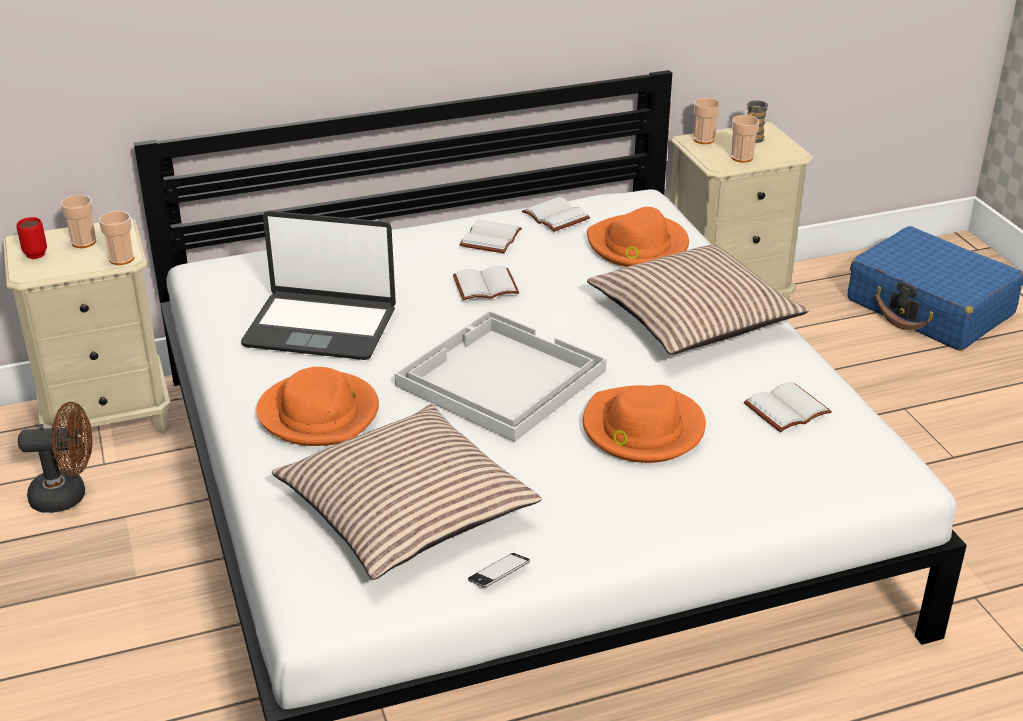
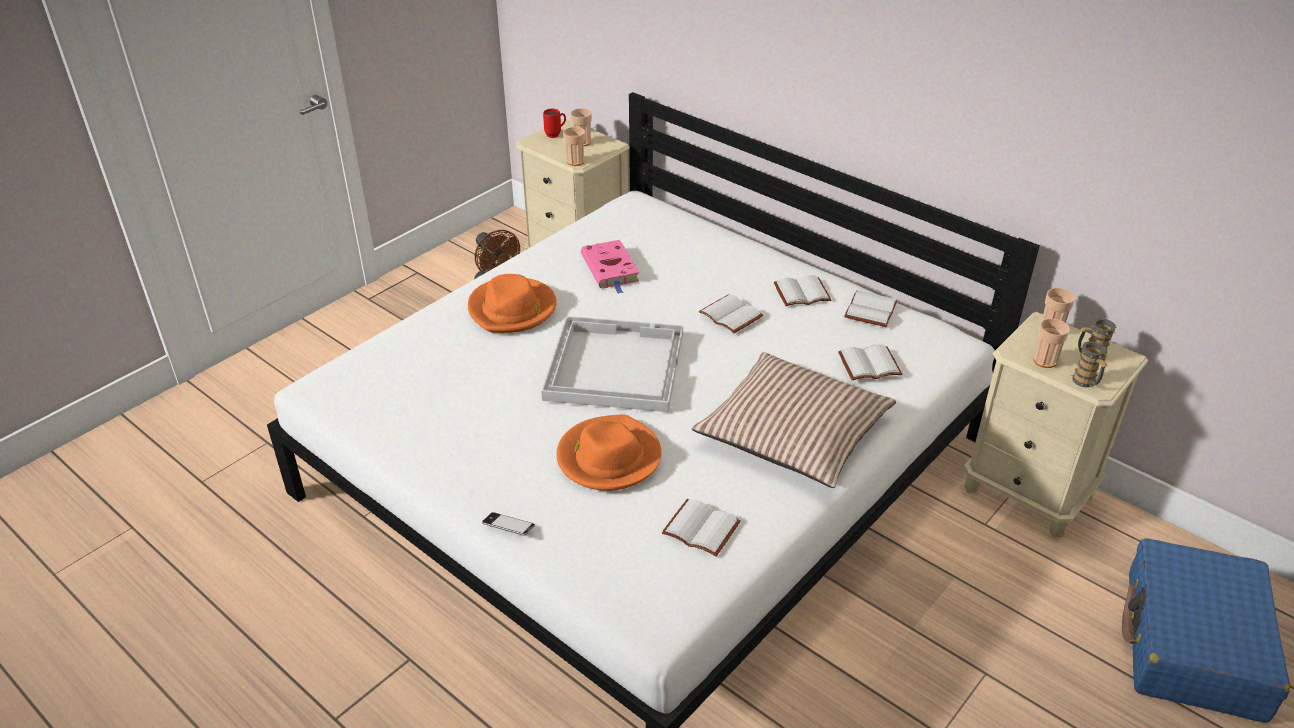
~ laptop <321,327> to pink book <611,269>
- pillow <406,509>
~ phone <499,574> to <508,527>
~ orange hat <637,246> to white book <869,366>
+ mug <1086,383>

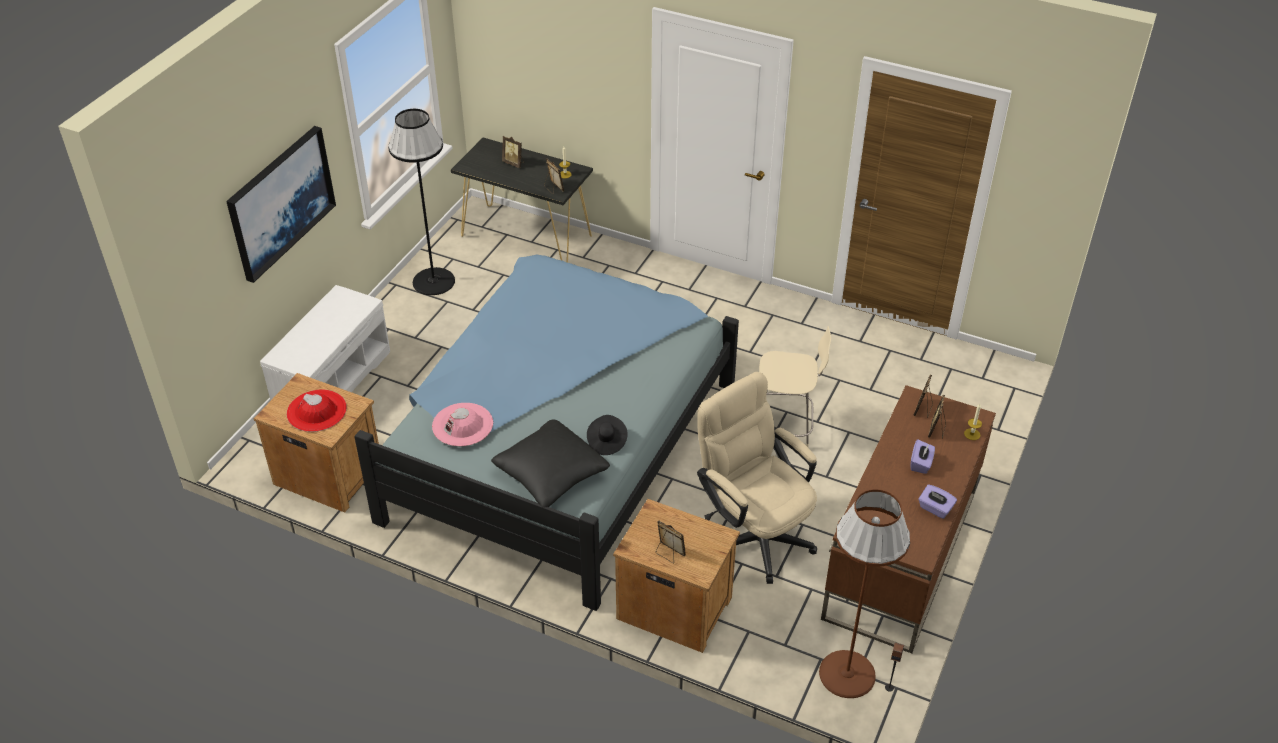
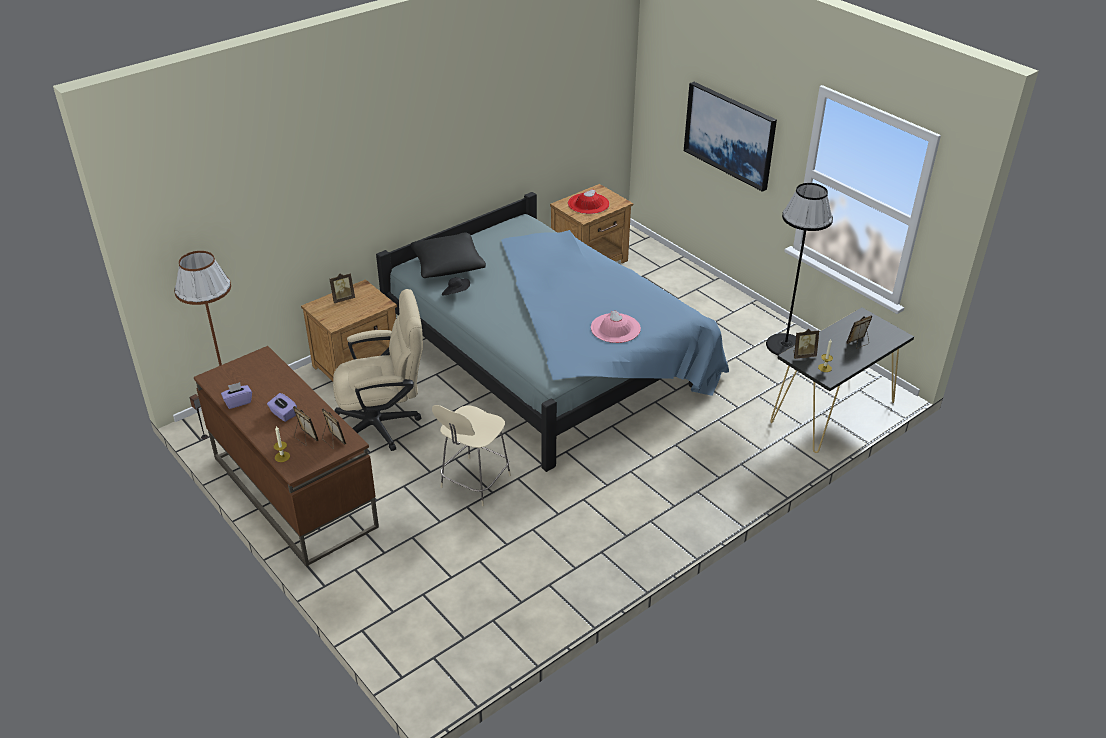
- white bench <332,380>
~ pink hat <462,425> to <615,328>

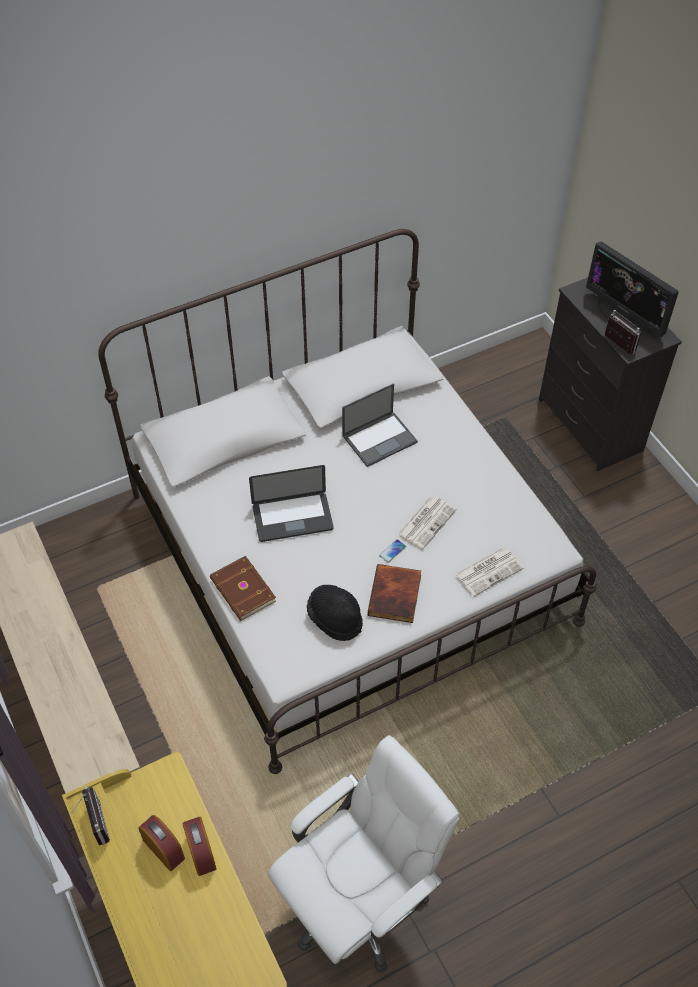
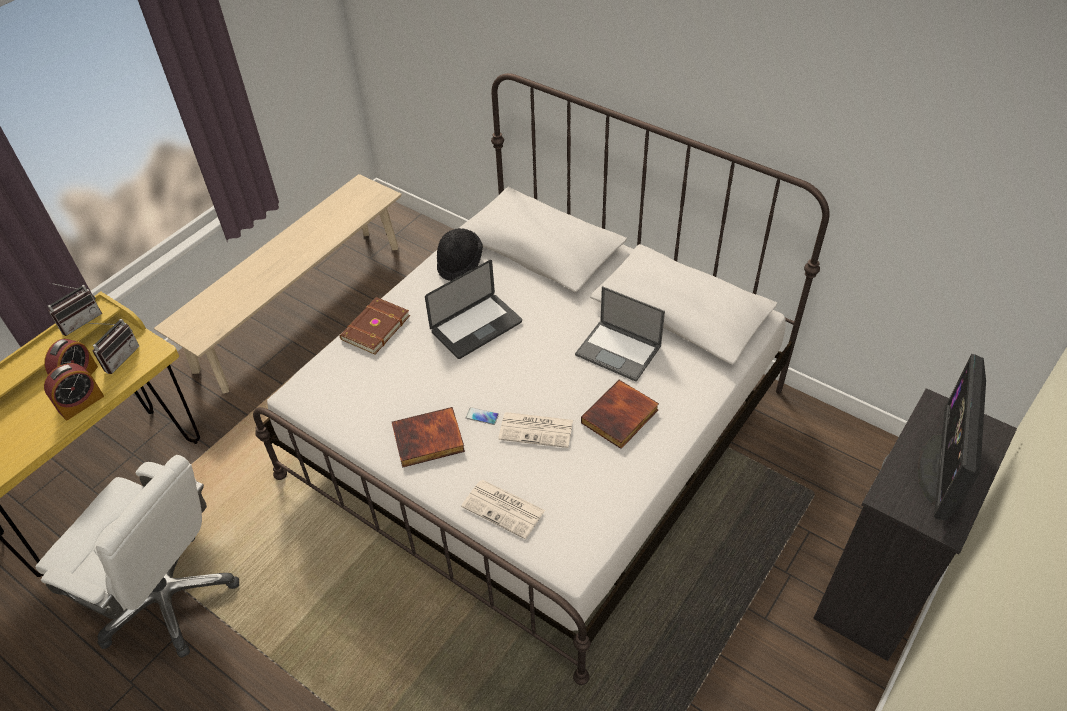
~ laptop <292,518> = <476,327> 90 degrees counterclockwise
~ black hat <335,618> to <459,263>
~ radio <616,345> to <119,357>
+ book <620,417>

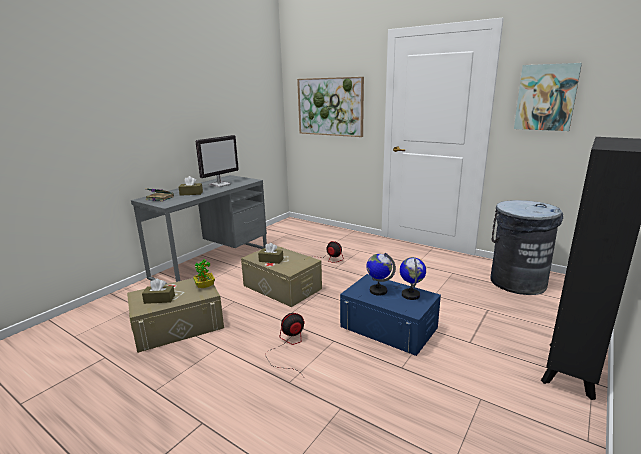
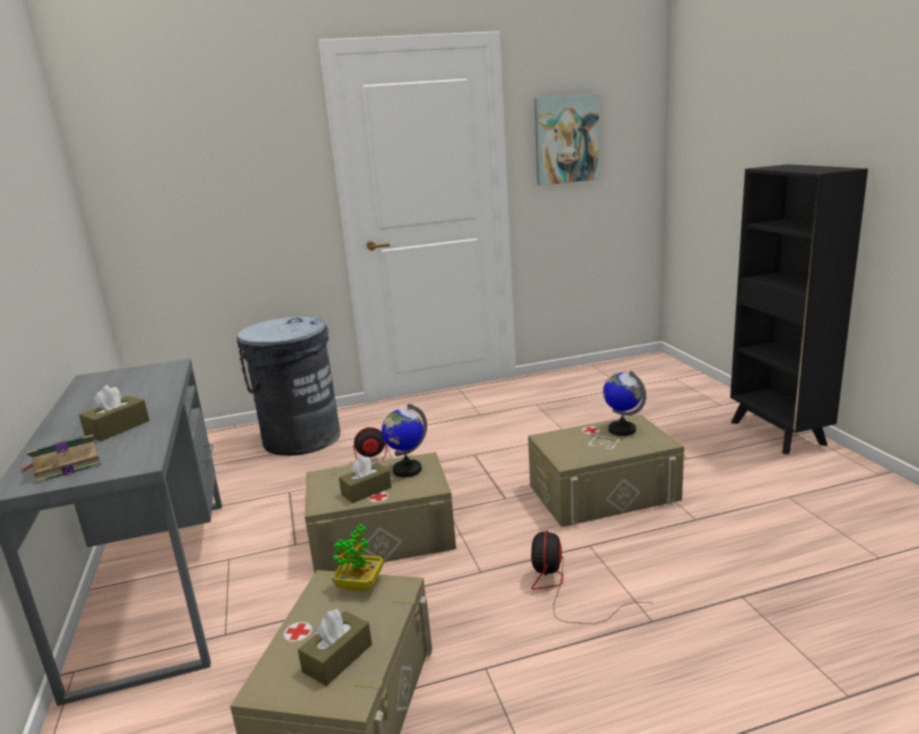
- monitor <219,185>
- picture <330,107>
~ blue storage box <388,327> to beige storage box <603,492>
~ globe <378,291> to <406,470>
~ grey trash can <517,282> to <301,438>

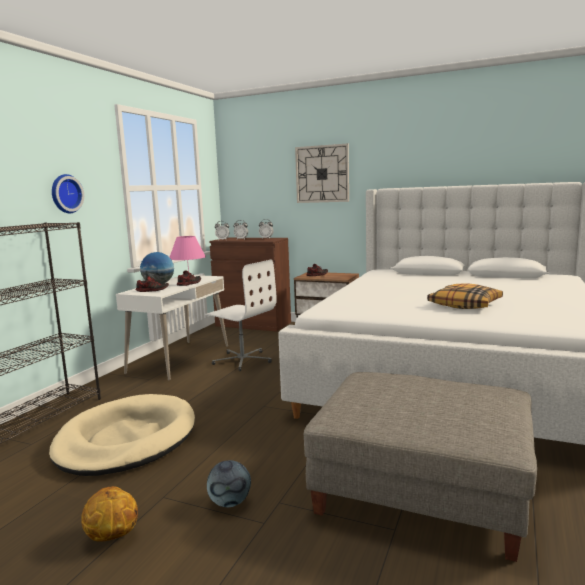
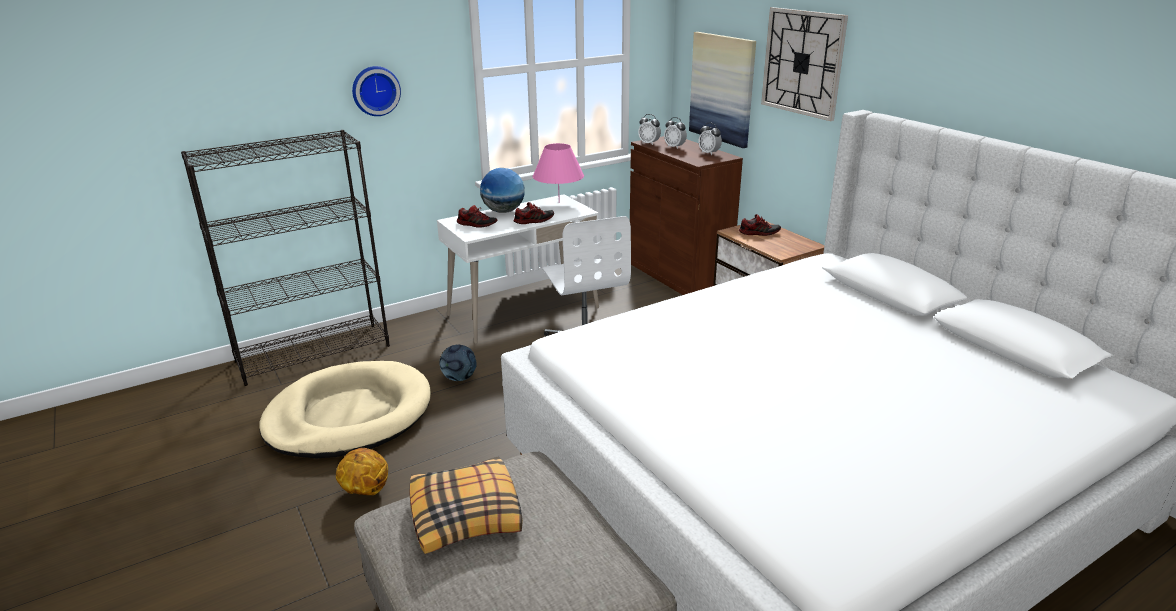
~ basketball <112,536> to <365,491>
~ football <229,502> to <459,378>
~ pillow <465,305> to <467,515>
+ picture <722,88>

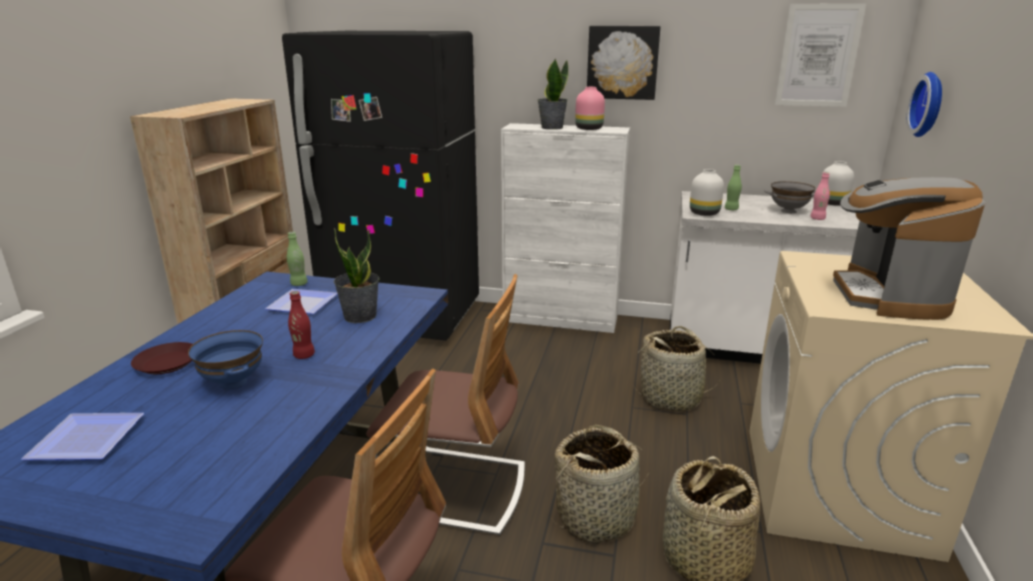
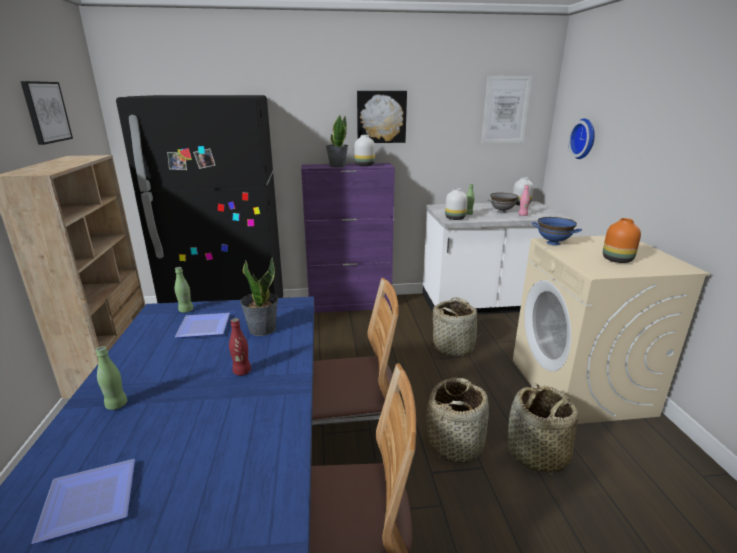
~ brown plate <168,363> to green bottle <116,405>
~ blue bowl <234,382> to <553,243>
~ white cabinet <561,320> to purple cabinet <350,305>
~ pink vase <588,129> to white vase <364,165>
~ coffee machine <888,296> to orange vase <618,260>
+ picture <46,112>

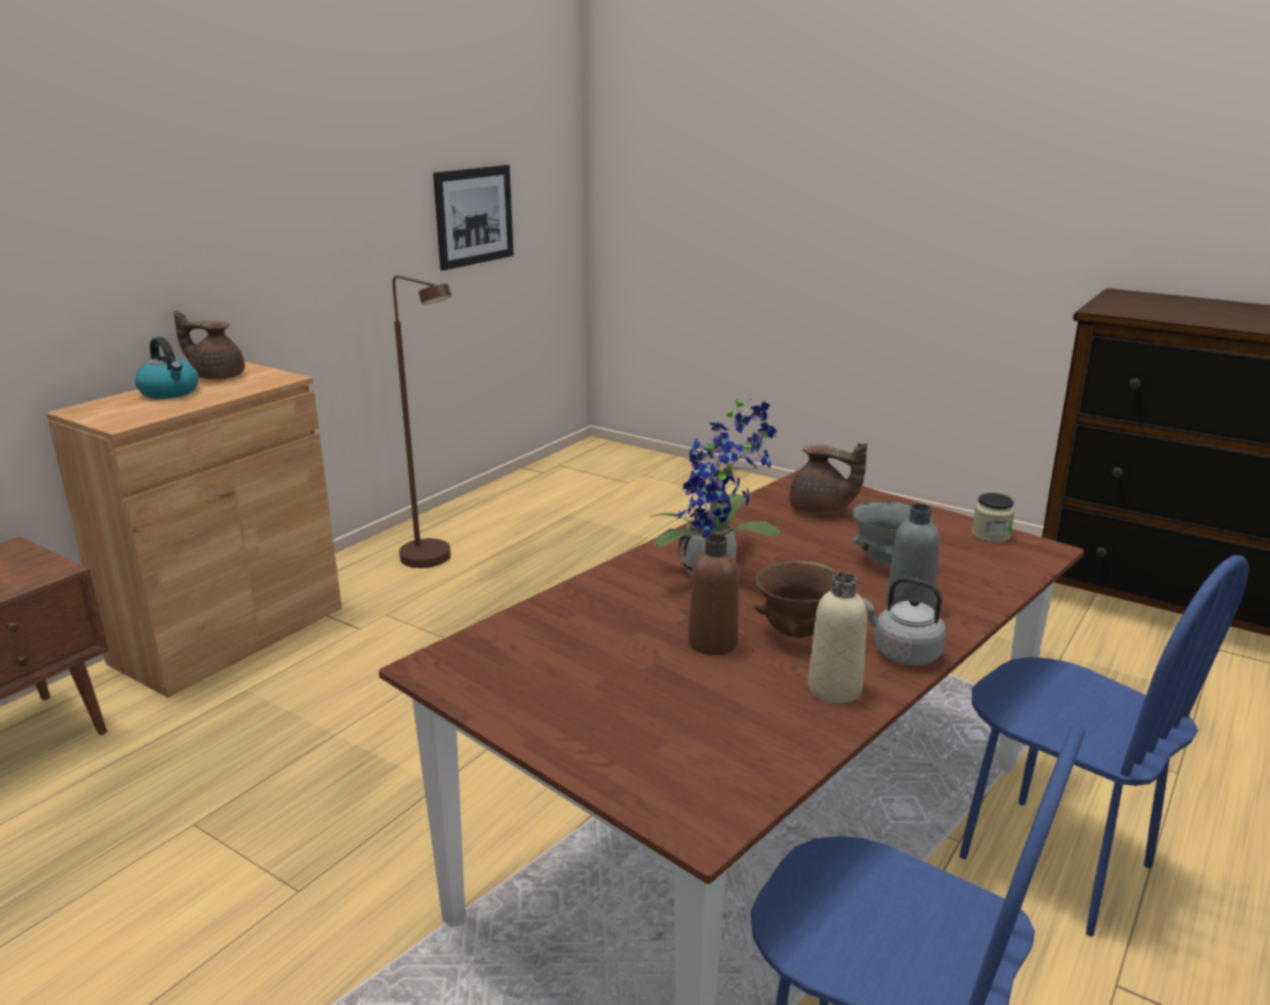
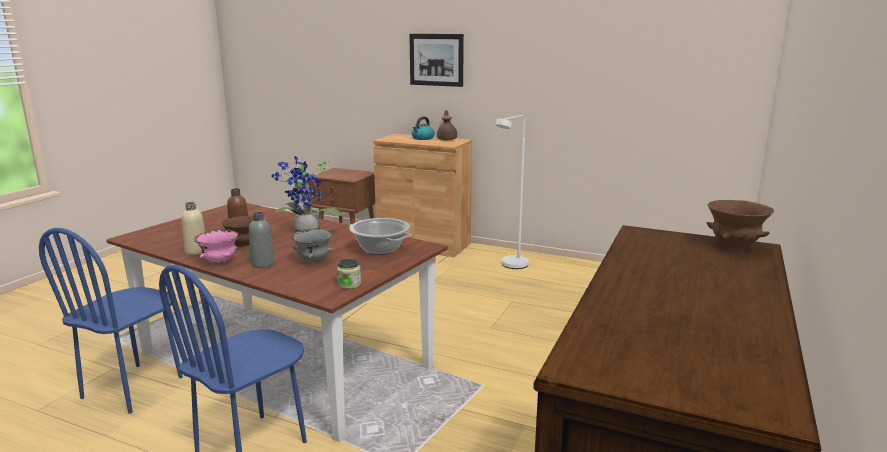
~ brown floor lamp <433,561> to white floor lamp <511,266>
~ picture <474,216> to <436,60>
~ brown teapot <821,511> to cooking pot <380,249>
~ grey kettle <903,653> to pink bowl <219,262>
+ brown bowl <735,246>

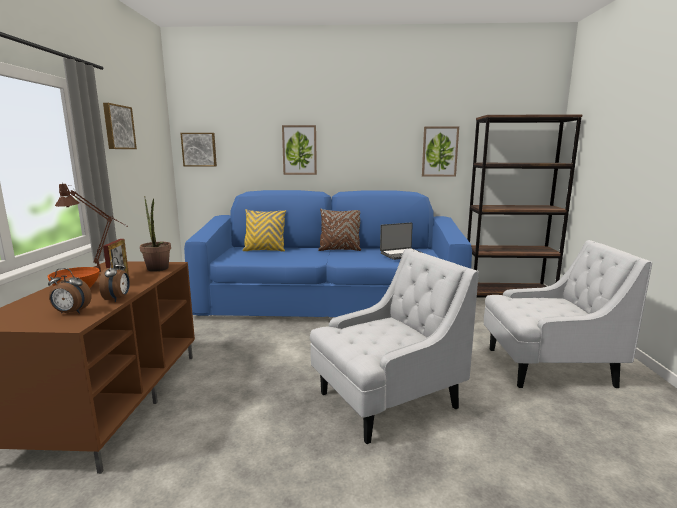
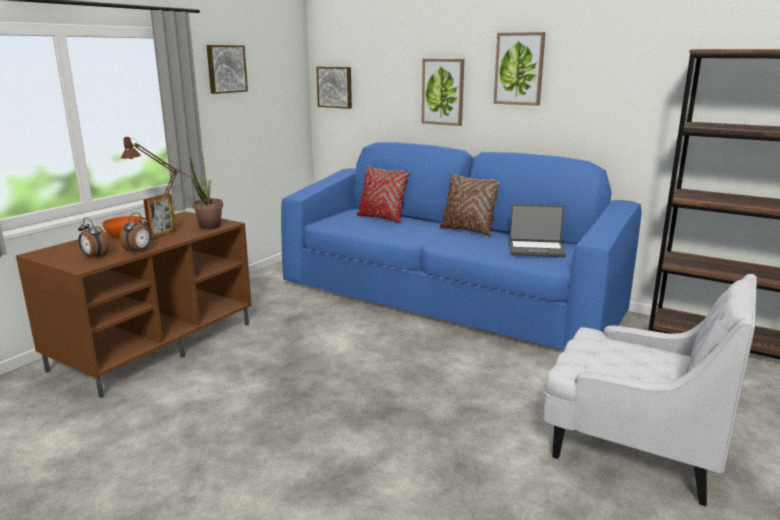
~ yellow pillow <265,250> to red pillow <381,218>
- white armchair <386,401>
~ picture <439,151> to <519,69>

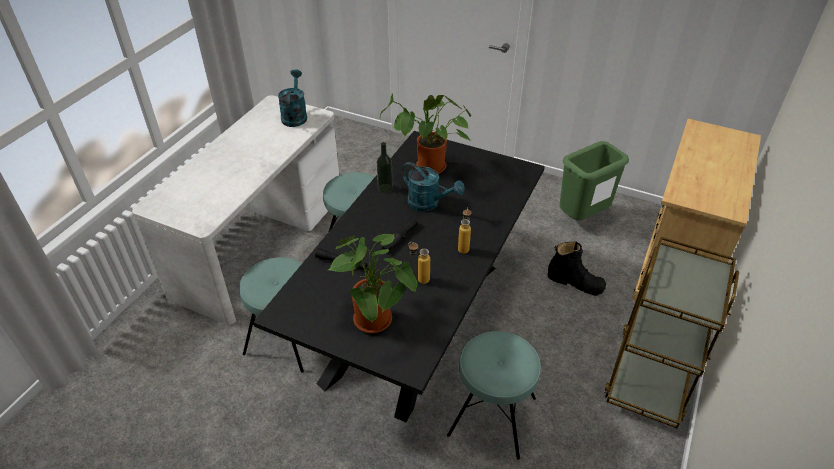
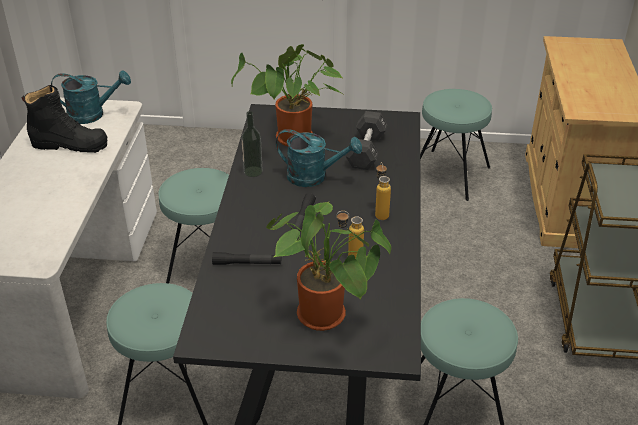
~ turquoise watering can <295,116> = <93,114> 105 degrees clockwise
~ black boot <575,282> to <70,144>
~ green trash can <582,218> to turquoise stool <448,174>
+ black dumbbell <366,151>

